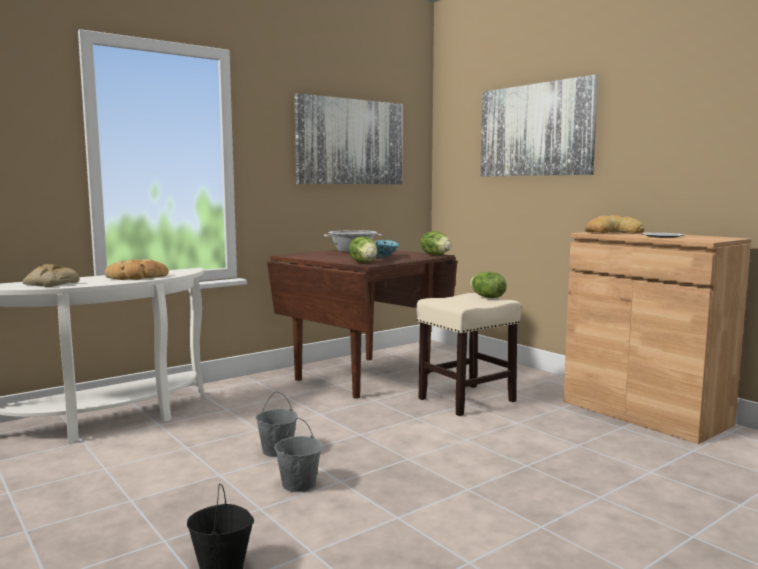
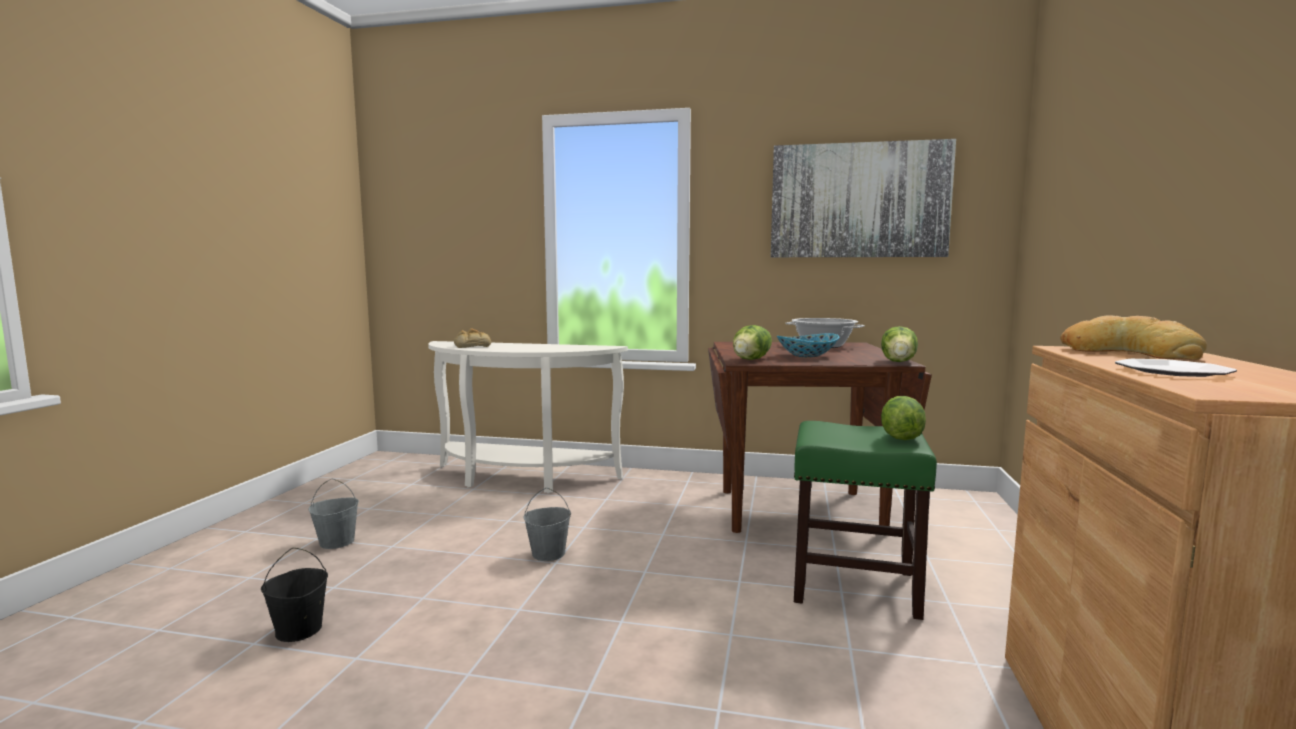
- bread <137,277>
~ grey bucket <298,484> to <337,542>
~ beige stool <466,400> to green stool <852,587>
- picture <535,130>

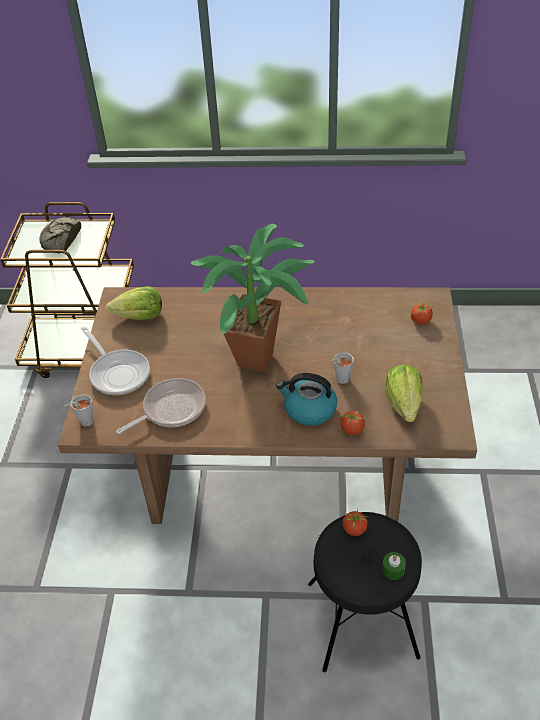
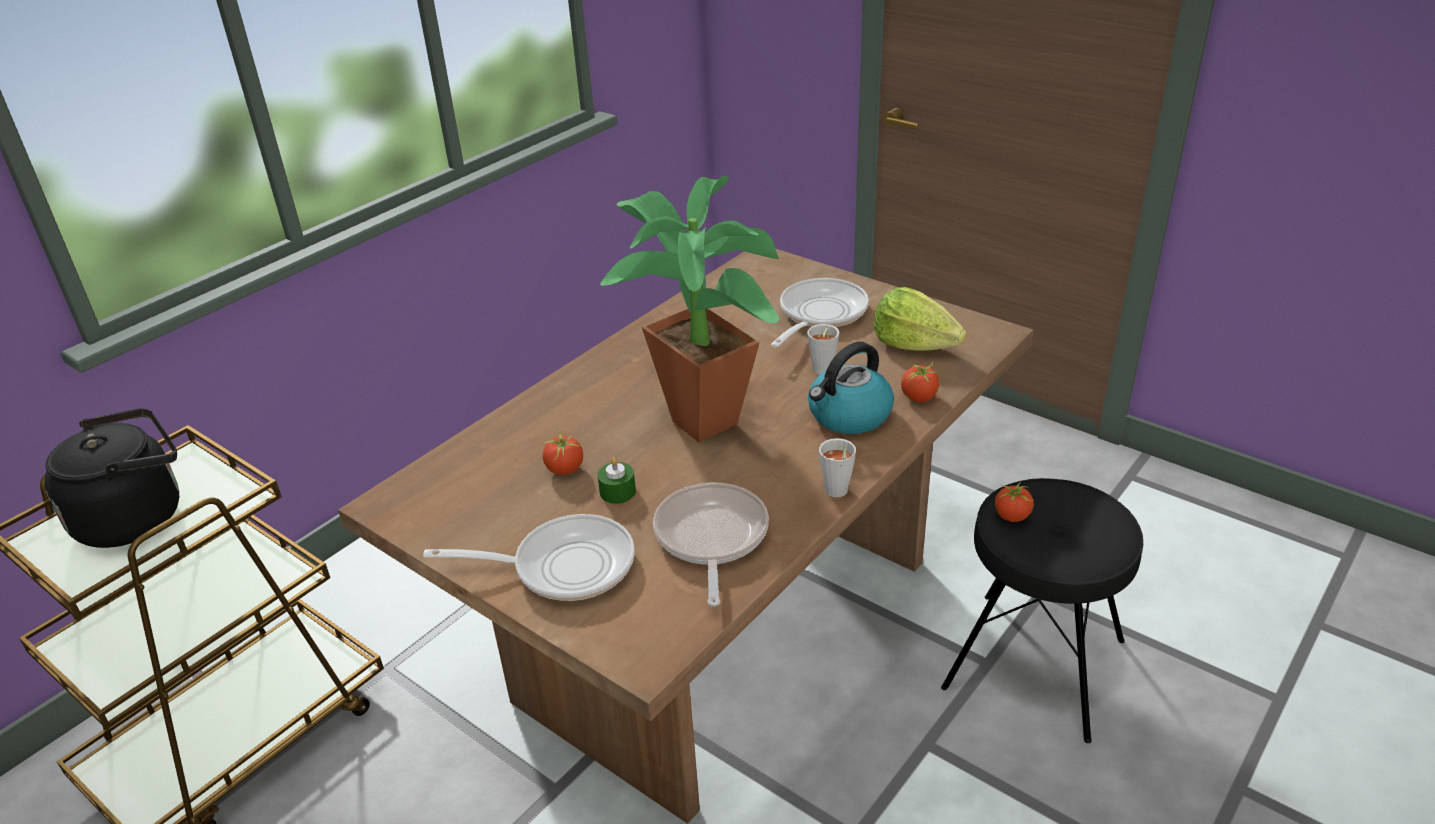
~ bread <61,240> to black kettle <137,516>
~ grey cup <84,422> to <836,493>
- lettuce <139,317>
~ green candle <393,569> to <617,492>
~ tomato <420,321> to <565,469>
+ frying pan <819,315>

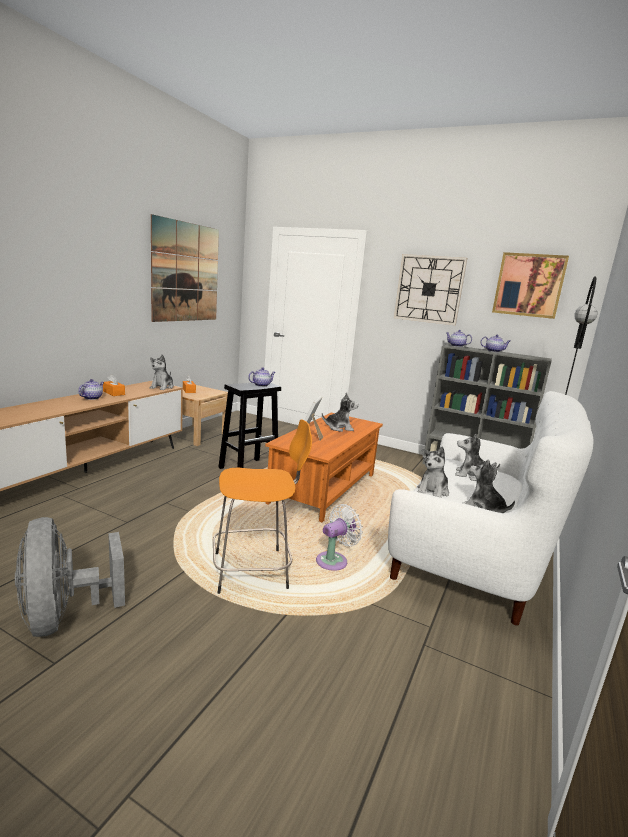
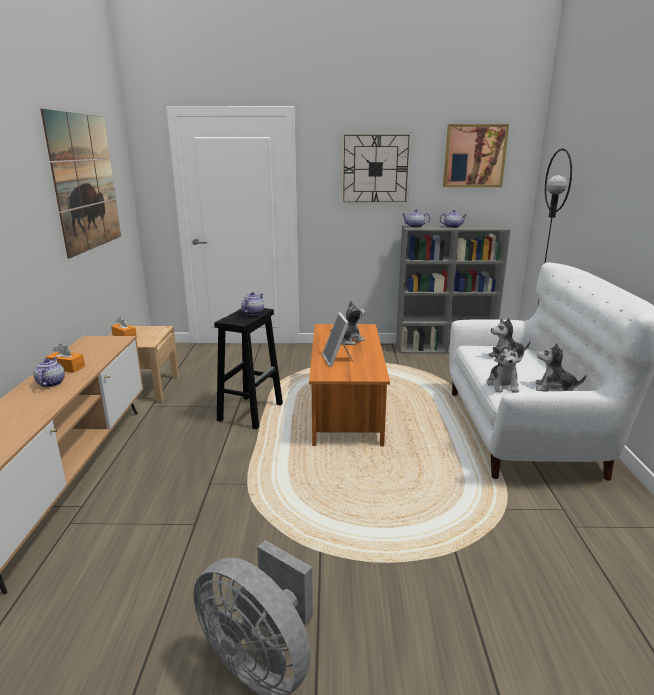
- plush toy <162,387>
- orange stool <254,570>
- white fan <334,560>

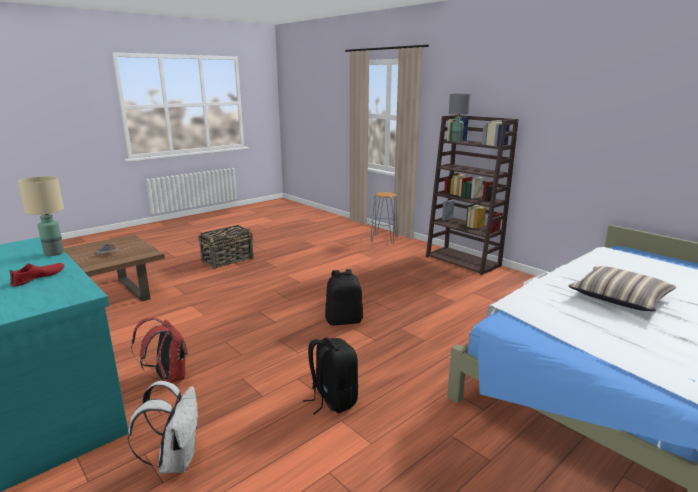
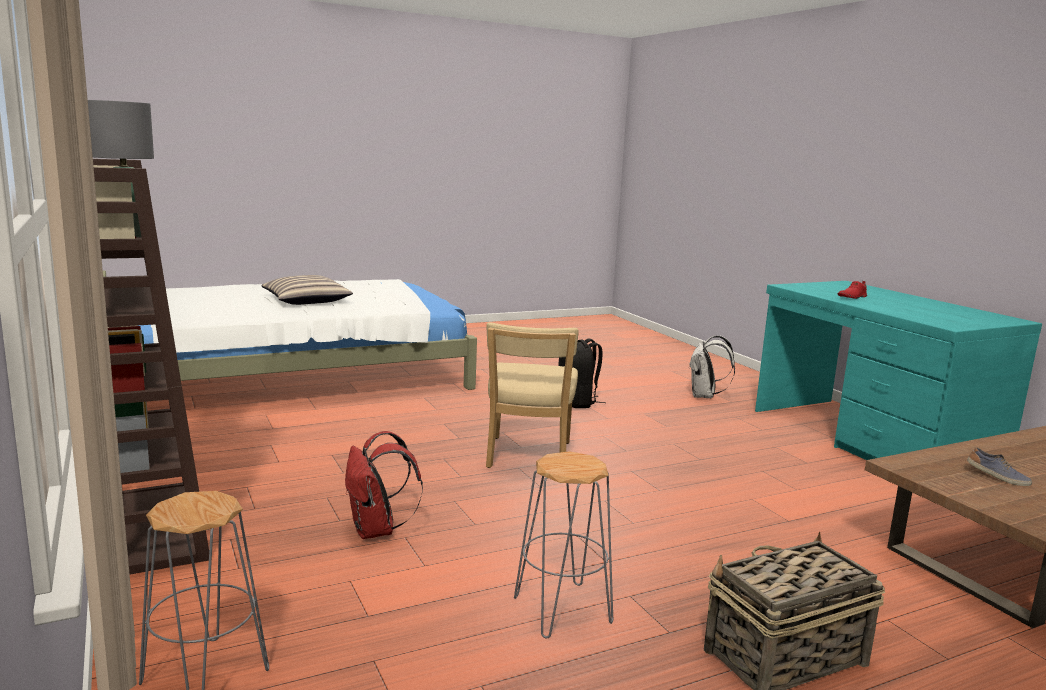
- beige table lamp <54,253>
~ red backpack <168,377> to <376,531>
~ black backpack <344,320> to beige chair <527,457>
+ grey stool <561,610>

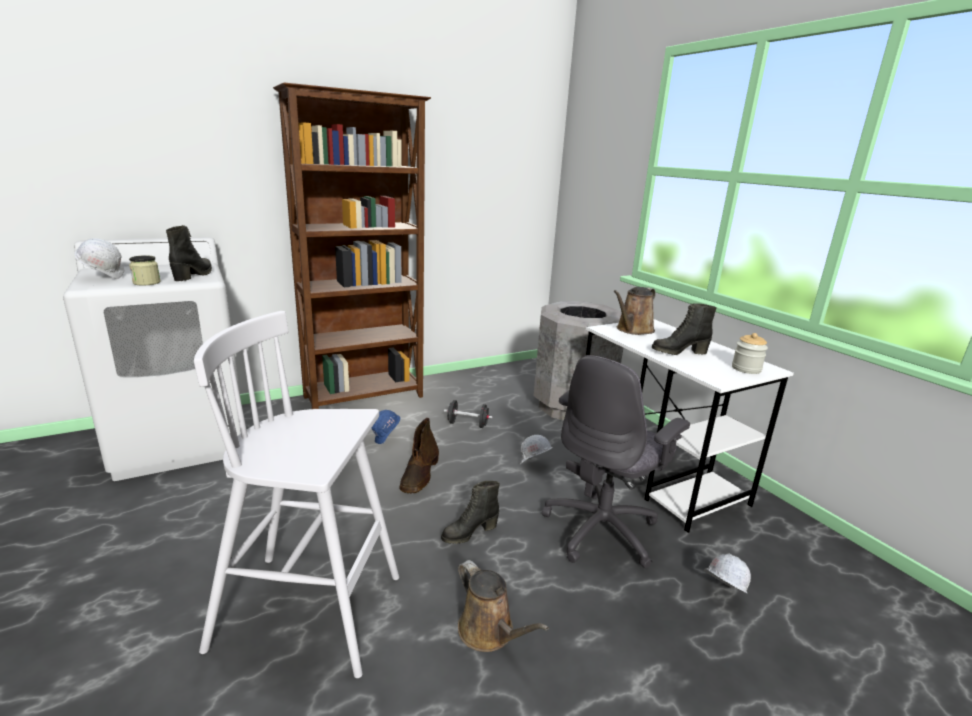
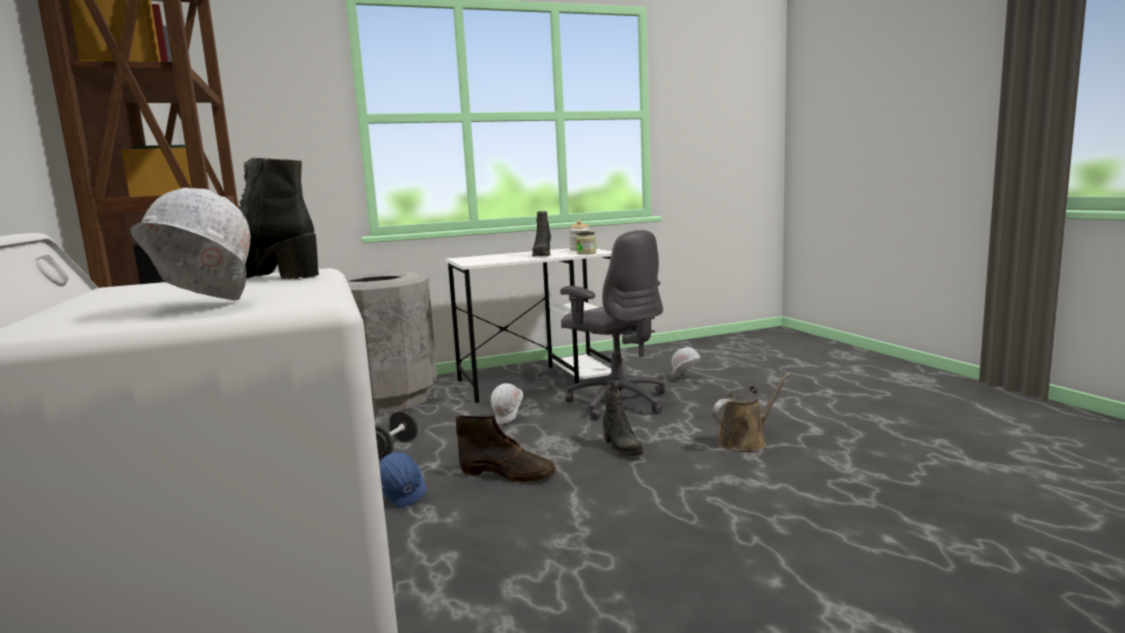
~ jar <146,282> to <586,253>
- white stool <312,612>
- brown watering can <633,330>

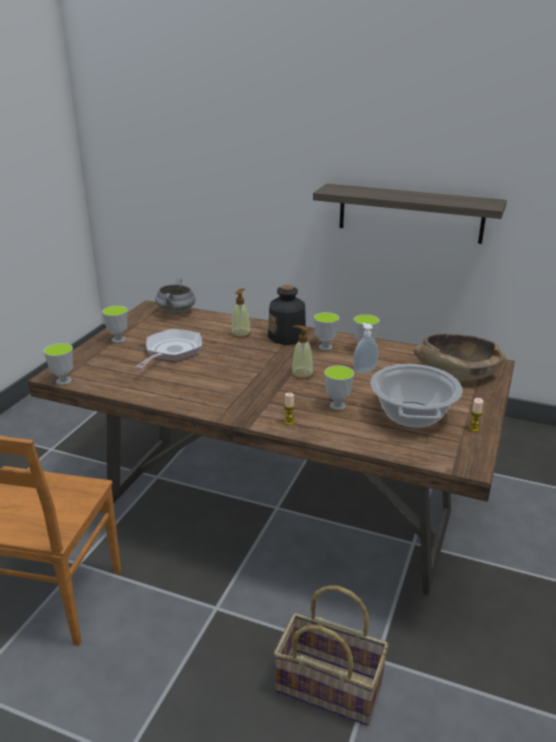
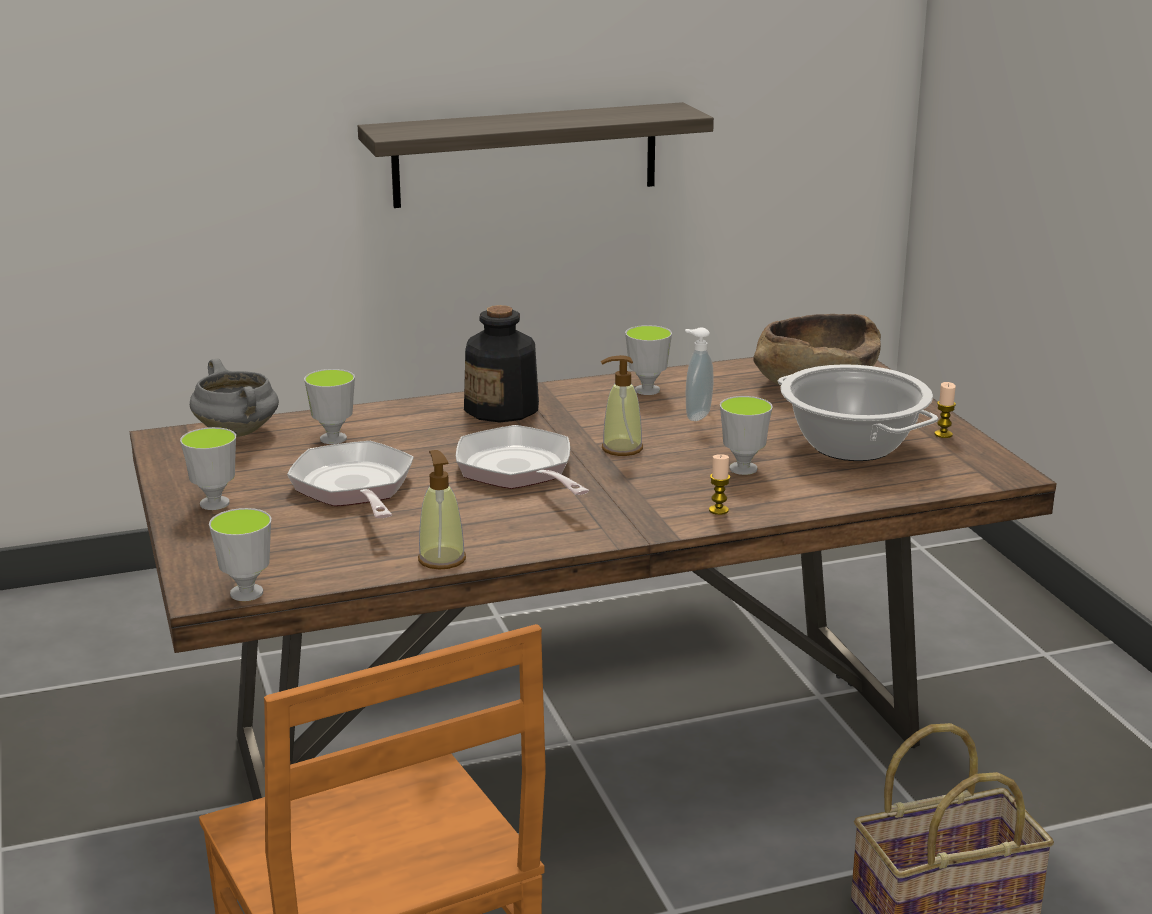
~ soap dispenser <241,334> to <441,559>
~ cup <325,347> to <333,439>
+ frying pan <519,471>

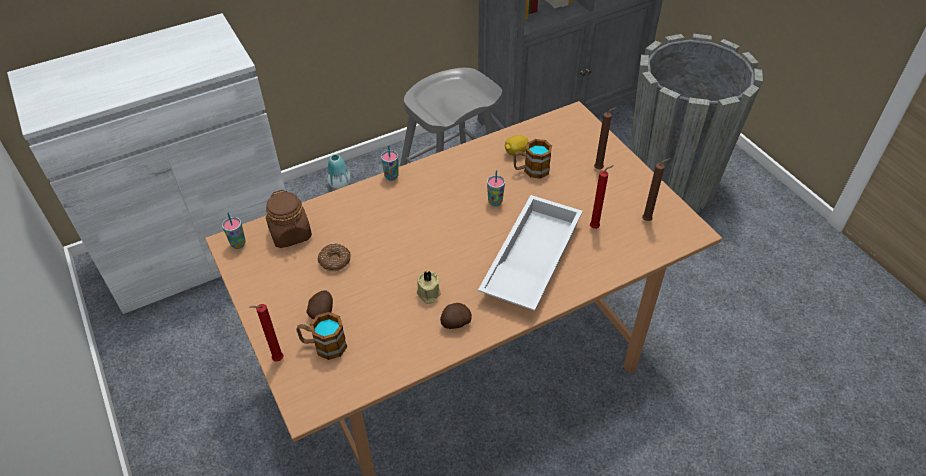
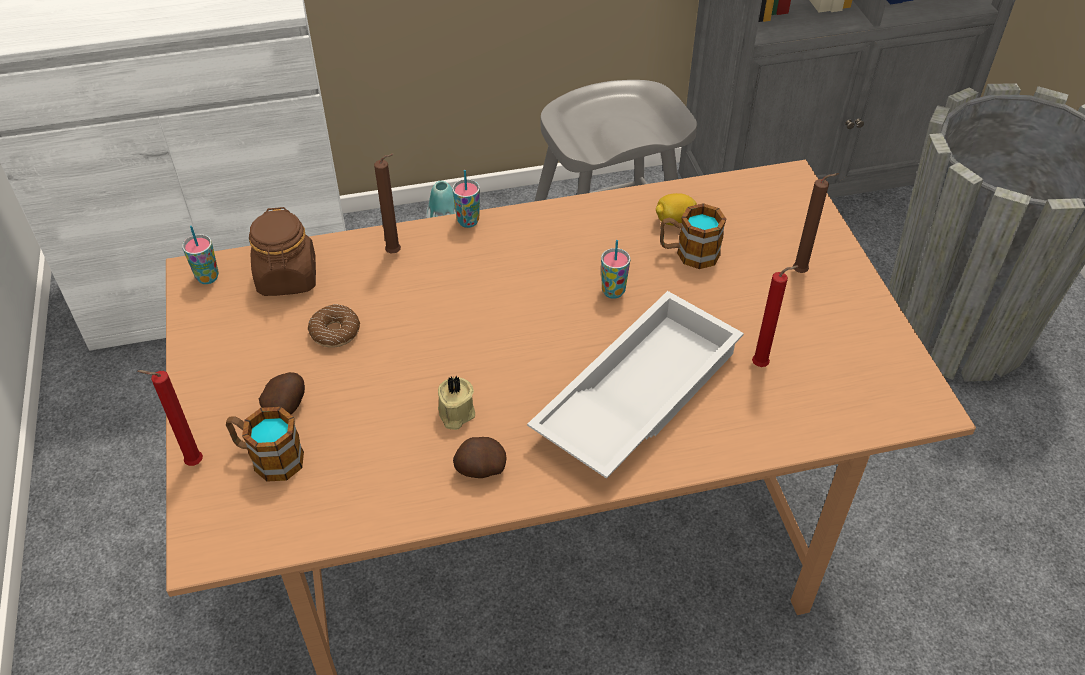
~ brown candle <648,220> to <396,253>

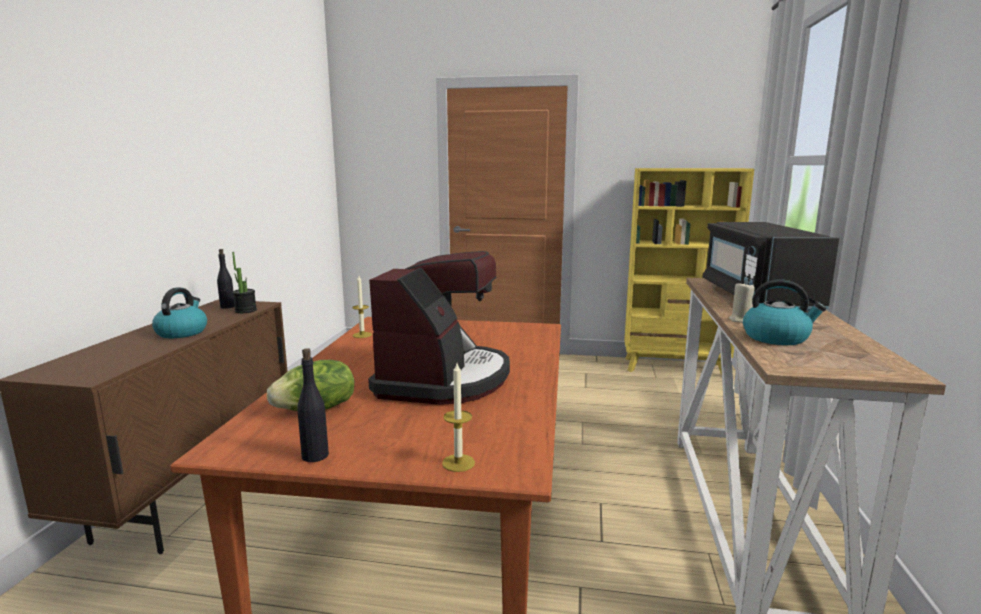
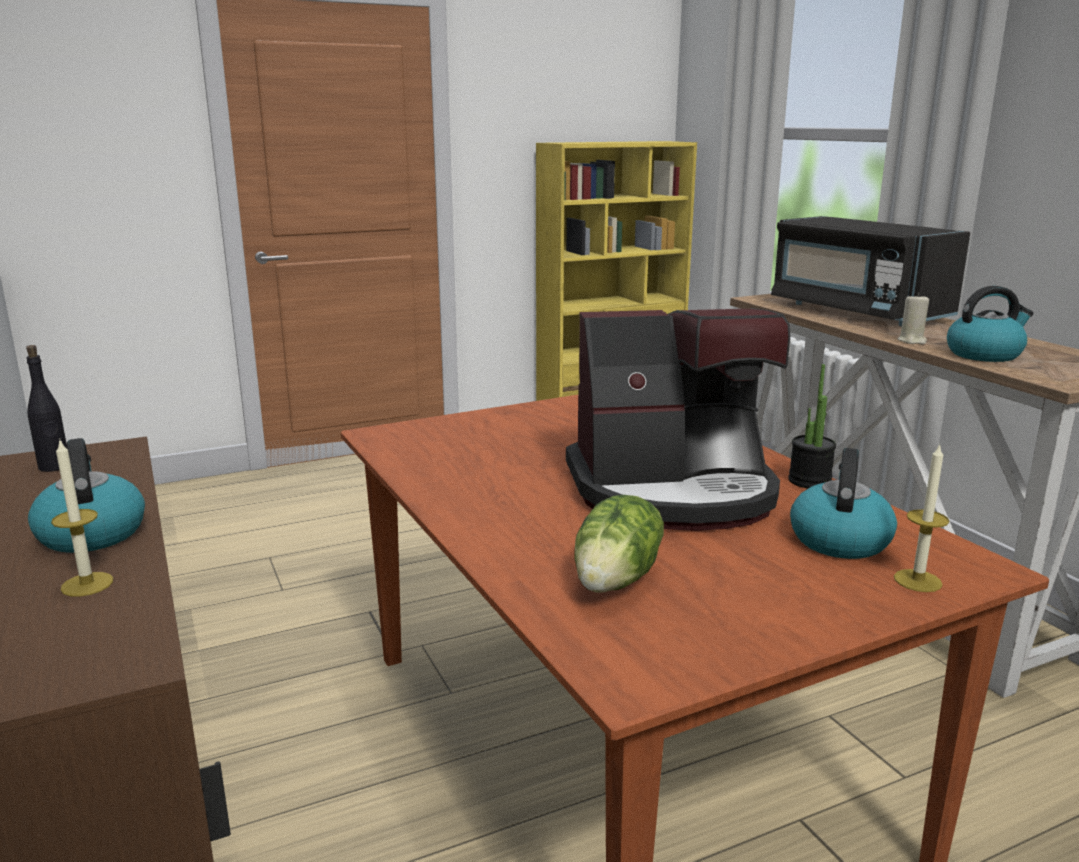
~ potted plant <245,310> to <809,481>
- black bottle <315,455>
~ candle <362,335> to <87,584>
~ coffee machine <443,379> = <673,491> 105 degrees clockwise
+ kettle <839,539>

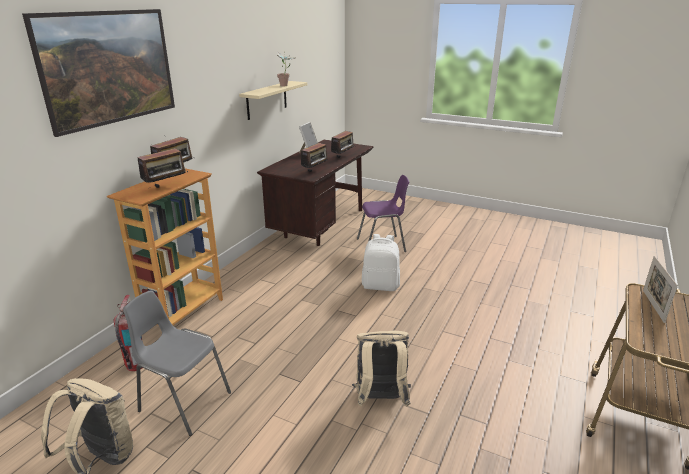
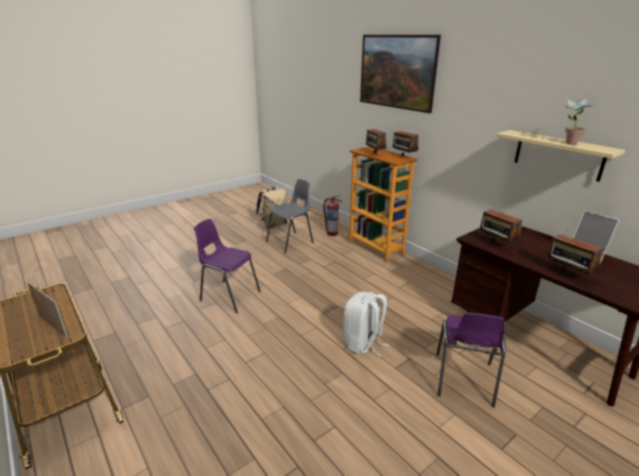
~ beige backpack <380,399> to purple chair <229,296>

